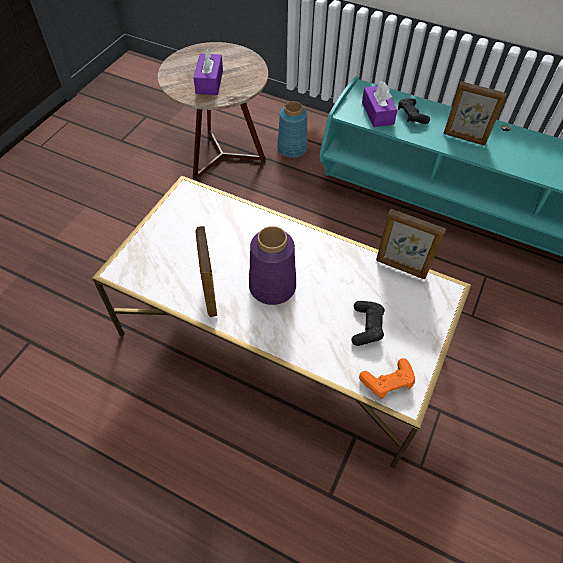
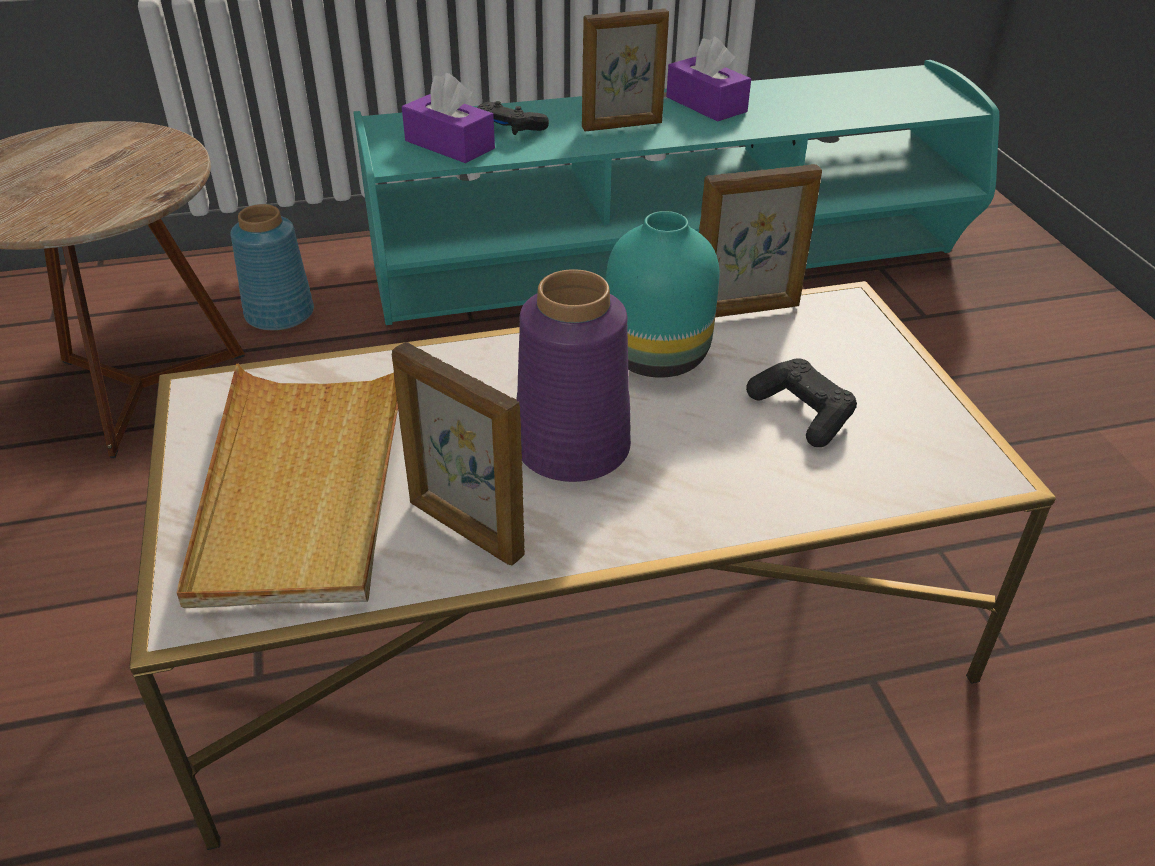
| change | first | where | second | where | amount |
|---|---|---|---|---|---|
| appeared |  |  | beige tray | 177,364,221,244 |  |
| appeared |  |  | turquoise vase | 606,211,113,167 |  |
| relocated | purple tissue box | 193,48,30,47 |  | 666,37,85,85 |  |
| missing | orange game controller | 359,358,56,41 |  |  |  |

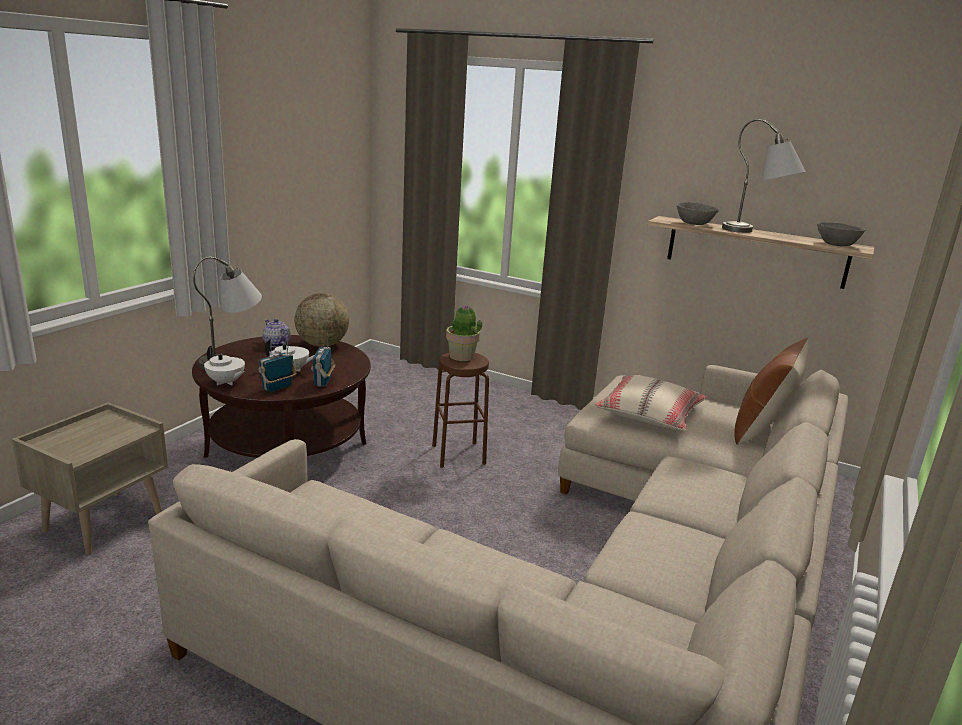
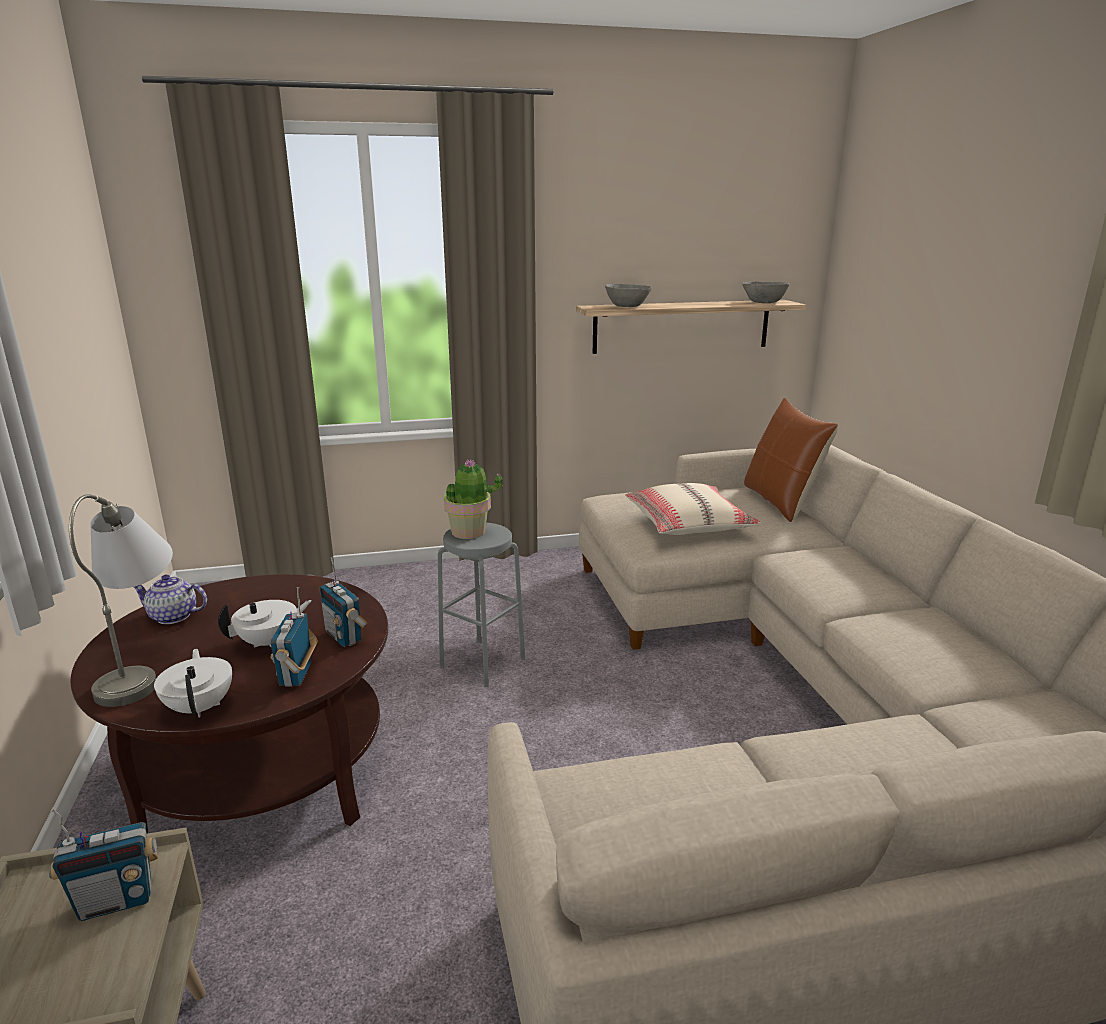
| change | first | where | second | where | amount |
|---|---|---|---|---|---|
| appeared |  |  | radio | 49,808,109,113 |  |
| spun | white teapot | 204,346,41,40 |  | 154,649,78,69 | 105 degrees counterclockwise |
| colour | brown stool | 432,353,57,115 | grey stool | 438,523,87,164 |  |
| missing | globe | 295,293,54,54 |  |  |  |
| missing | grey table lamp | 722,119,84,114 |  |  |  |

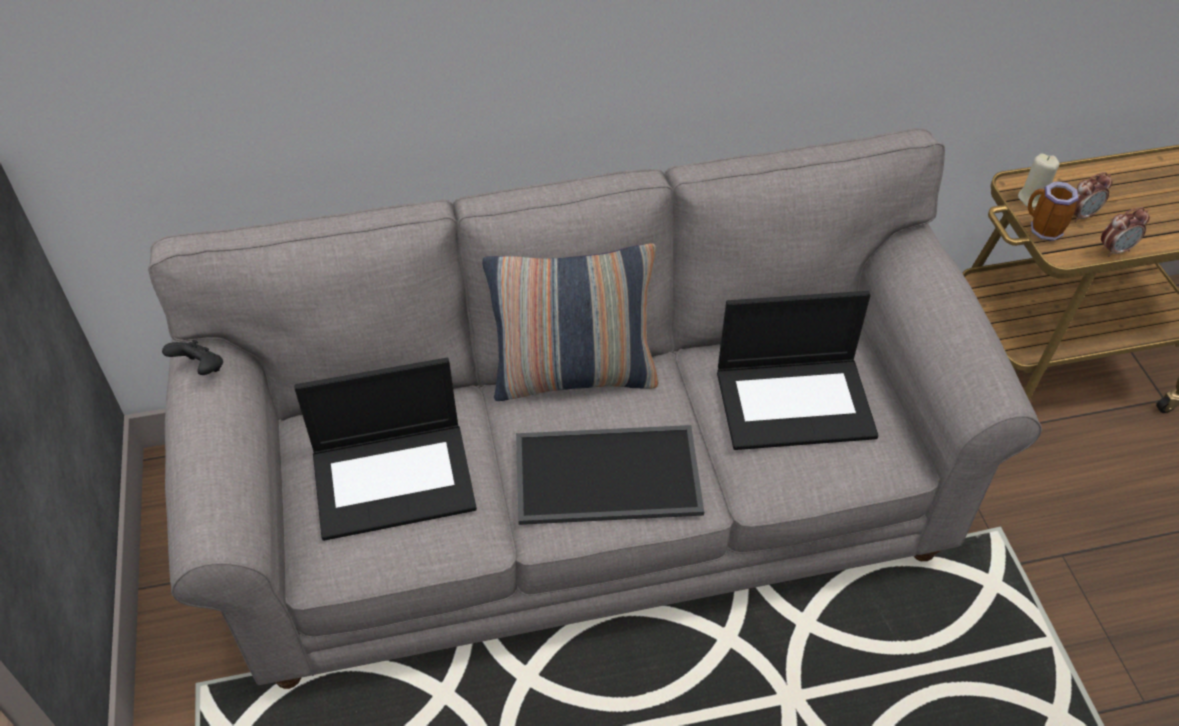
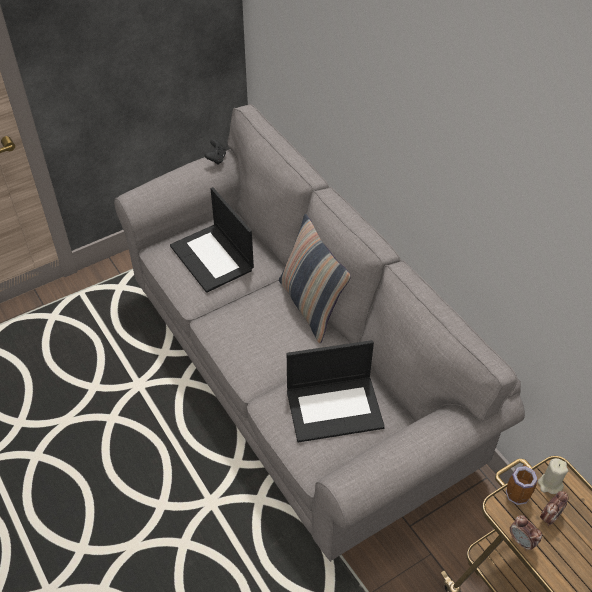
| change | first | where | second | where | amount |
|---|---|---|---|---|---|
| spun | laptop | 717,291,161,159 |  | 287,340,98,103 | 75 degrees counterclockwise |
| spun | alarm clock | 1074,172,38,50 |  | 540,491,29,35 | 90 degrees counterclockwise |
| missing | tray | 516,425,188,100 |  |  |  |

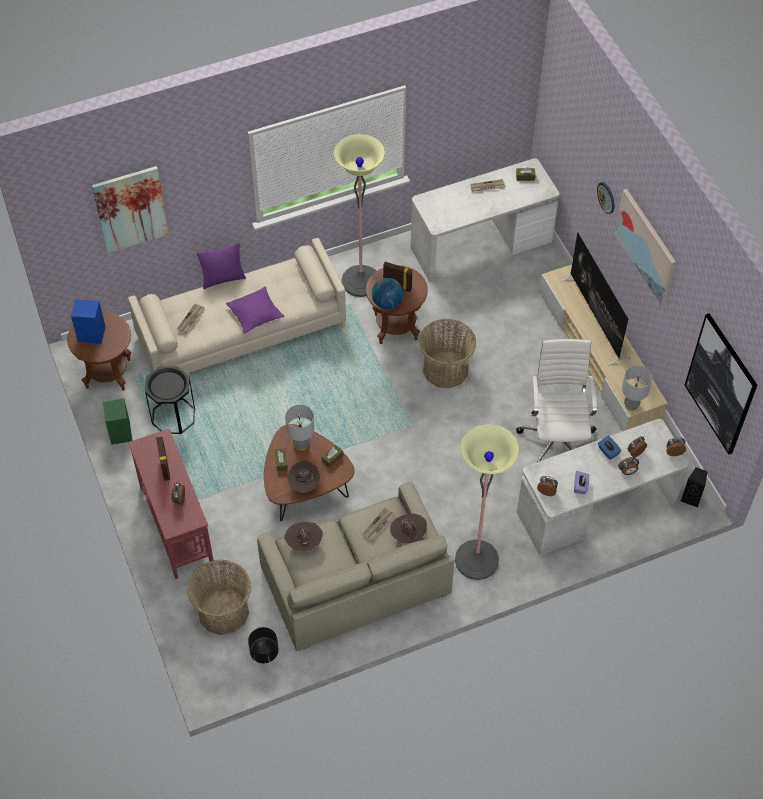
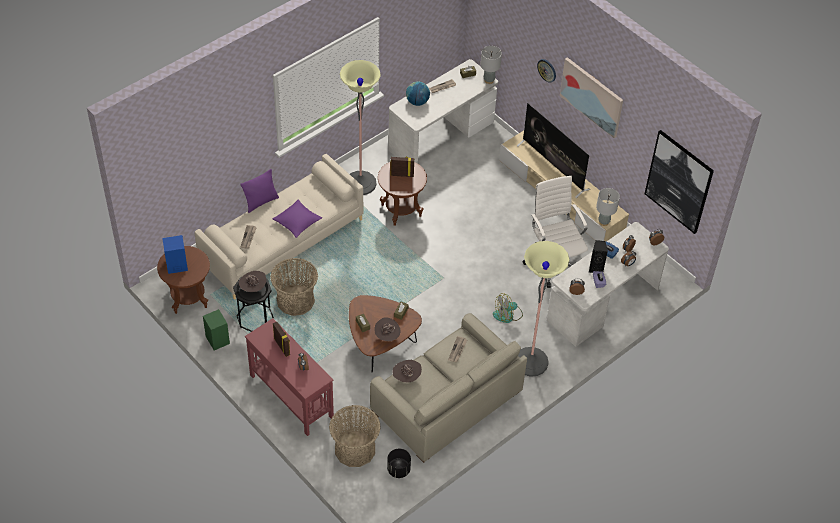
| change | first | where | second | where | amount |
|---|---|---|---|---|---|
| relocated | brown hat | 390,514,37,30 |  | 239,271,27,21 |  |
| relocated | basket | 419,319,57,69 |  | 270,258,48,58 |  |
| relocated | globe | 372,278,31,31 |  | 406,82,24,24 |  |
| relocated | grey table lamp | 285,405,29,46 |  | 481,46,21,38 |  |
| appeared |  |  | fan | 493,293,30,30 |  |
| relocated | black speaker | 681,467,26,41 |  | 589,240,19,33 |  |
| missing | picture | 92,166,77,87 |  |  |  |

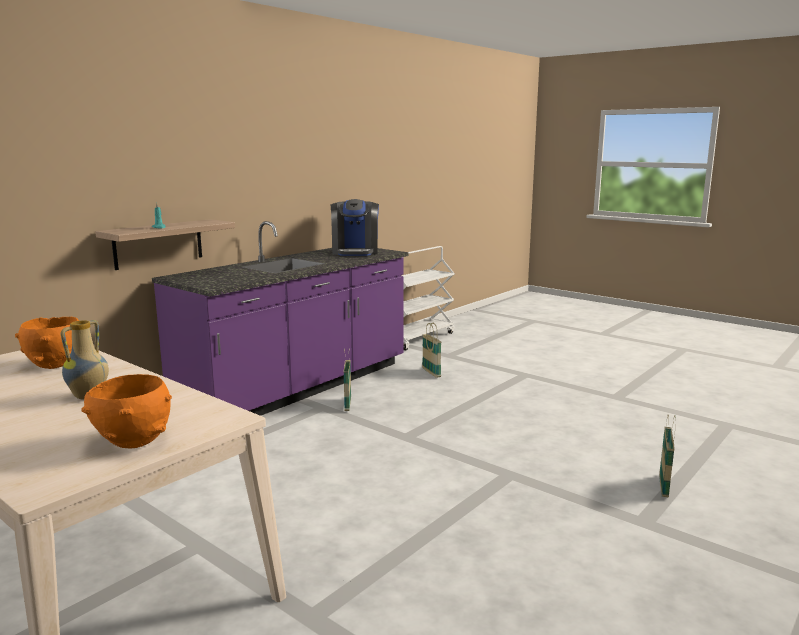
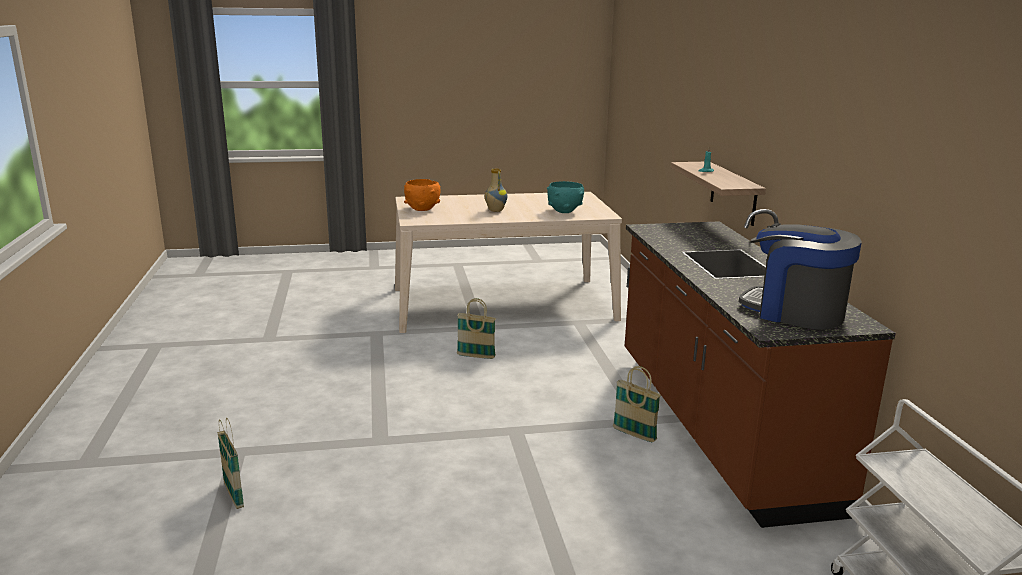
| change | first | where | second | where | amount |
|---|---|---|---|---|---|
| relocated | basket | 422,323,19,55 |  | 457,298,39,61 |  |
| colour | orange bowl | 15,317,64,52 | turquoise bowl | 547,181,37,32 |  |
| colour | purple counter | 152,221,256,195 | brown counter | 625,209,271,319 |  |

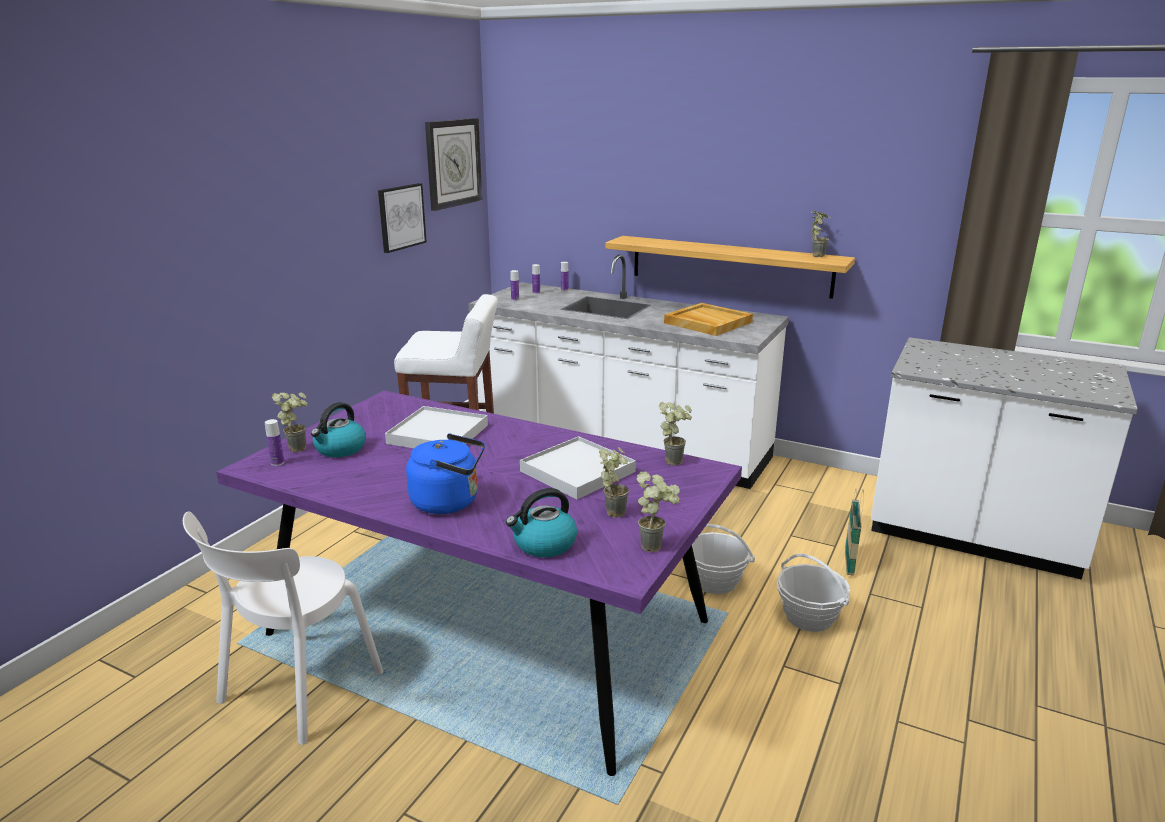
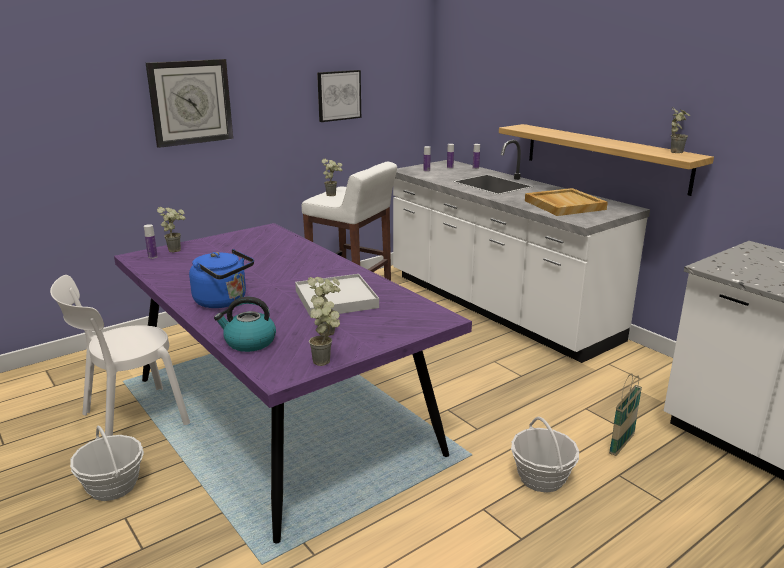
| change | first | where | second | where | amount |
|---|---|---|---|---|---|
| relocated | basket | 692,524,63,70 |  | 70,426,74,75 |  |
| relocated | wall clock | 425,118,57,93 |  | 146,59,87,89 |  |
| relocated | potted plant | 659,402,33,64 |  | 322,159,20,37 |  |
| missing | kettle | 311,402,55,55 |  |  |  |
| missing | white tray | 385,406,103,42 |  |  |  |

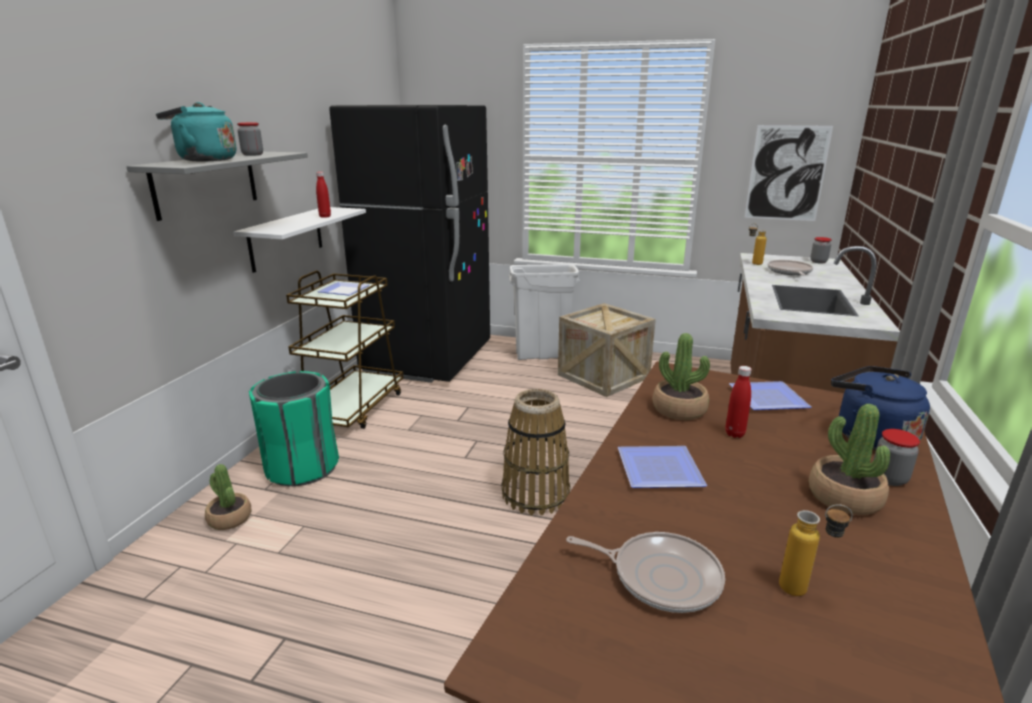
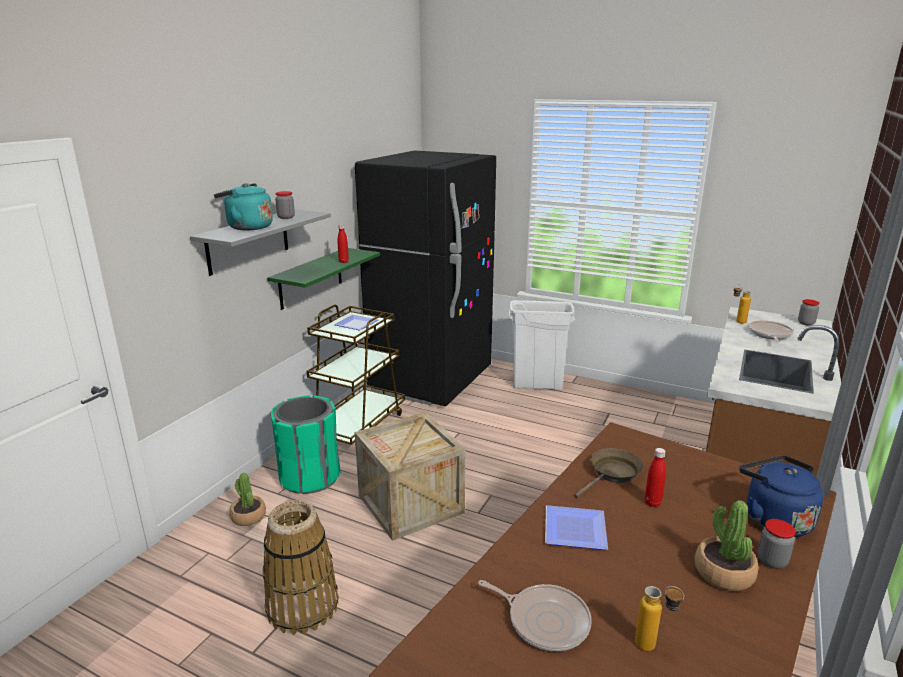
| change | first | where | second | where | amount |
|---|---|---|---|---|---|
| relocated | basket | 502,389,68,126 |  | 263,500,76,135 |  |
| colour | white shelf | 233,207,133,66 | green shelf | 267,248,113,62 |  |
| relocated | crate | 558,303,98,94 |  | 355,412,110,129 |  |
| exchanged | potted plant | 653,333,57,87 | brown frying pan | 574,448,70,50 |  |
| missing | plate | 729,381,83,29 |  |  |  |
| missing | picture | 744,125,89,96 |  |  |  |

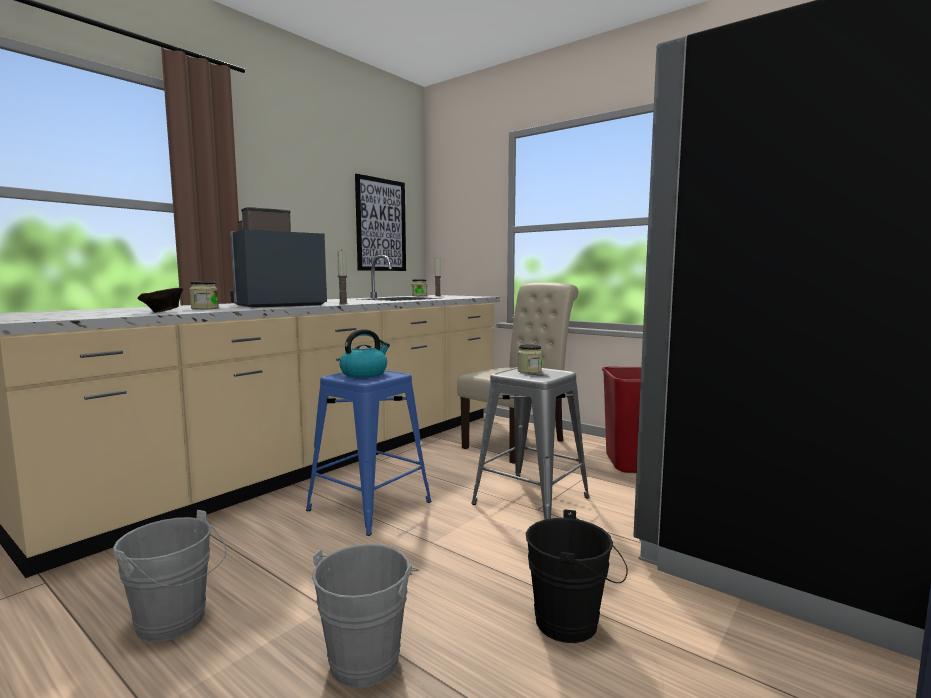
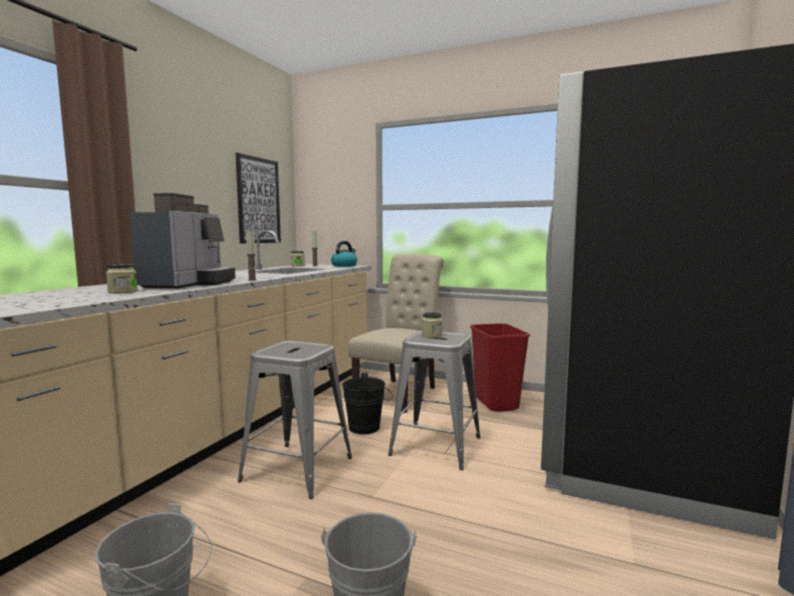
| change | first | where | second | where | amount |
|---|---|---|---|---|---|
| spun | coffee machine | 230,207,97,101 |  | 130,193,105,96 | 150 degrees clockwise |
| colour | blue stool | 306,370,125,166 | grey stool | 238,341,114,158 |  |
| relocated | kettle | 339,329,51,48 |  | 331,241,26,26 |  |
| relocated | black bucket | 526,510,102,133 |  | 342,373,51,62 |  |
| missing | brown bowl | 137,287,47,26 |  |  |  |

